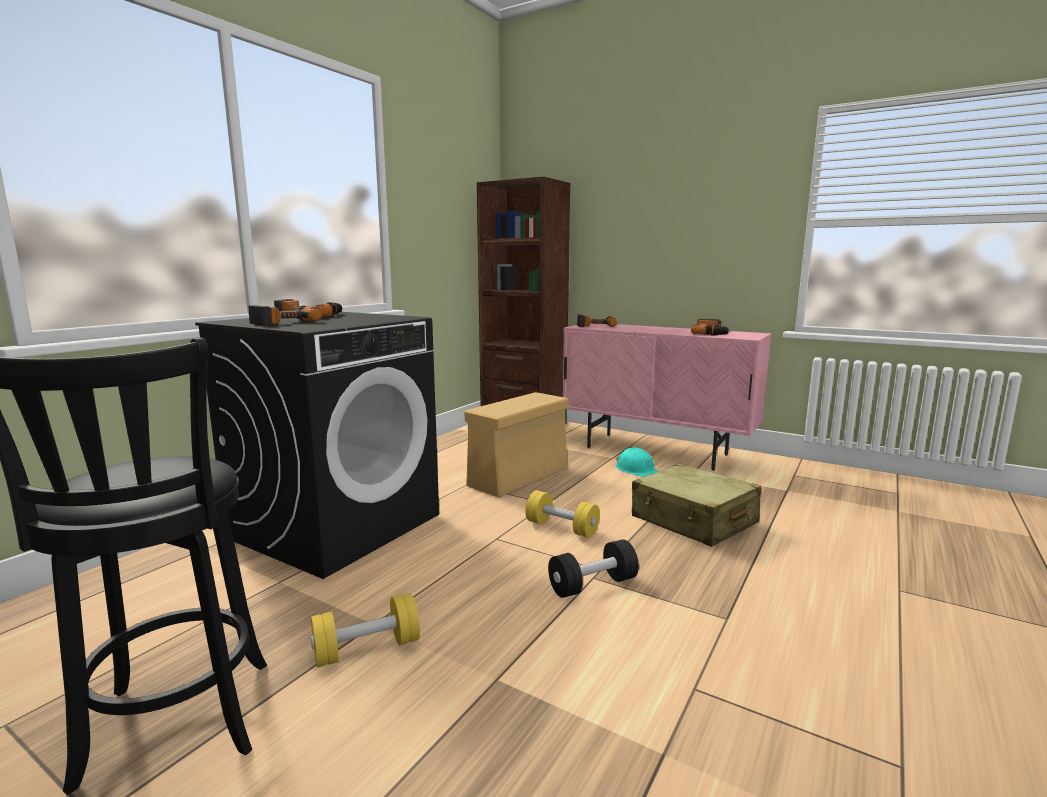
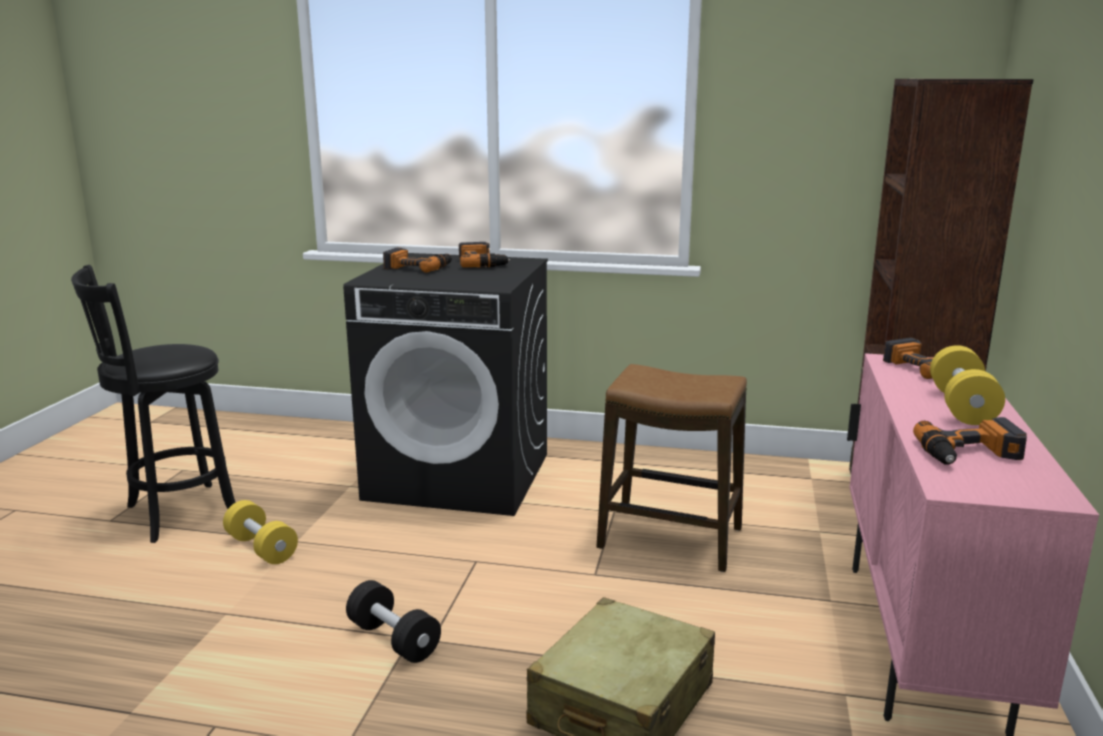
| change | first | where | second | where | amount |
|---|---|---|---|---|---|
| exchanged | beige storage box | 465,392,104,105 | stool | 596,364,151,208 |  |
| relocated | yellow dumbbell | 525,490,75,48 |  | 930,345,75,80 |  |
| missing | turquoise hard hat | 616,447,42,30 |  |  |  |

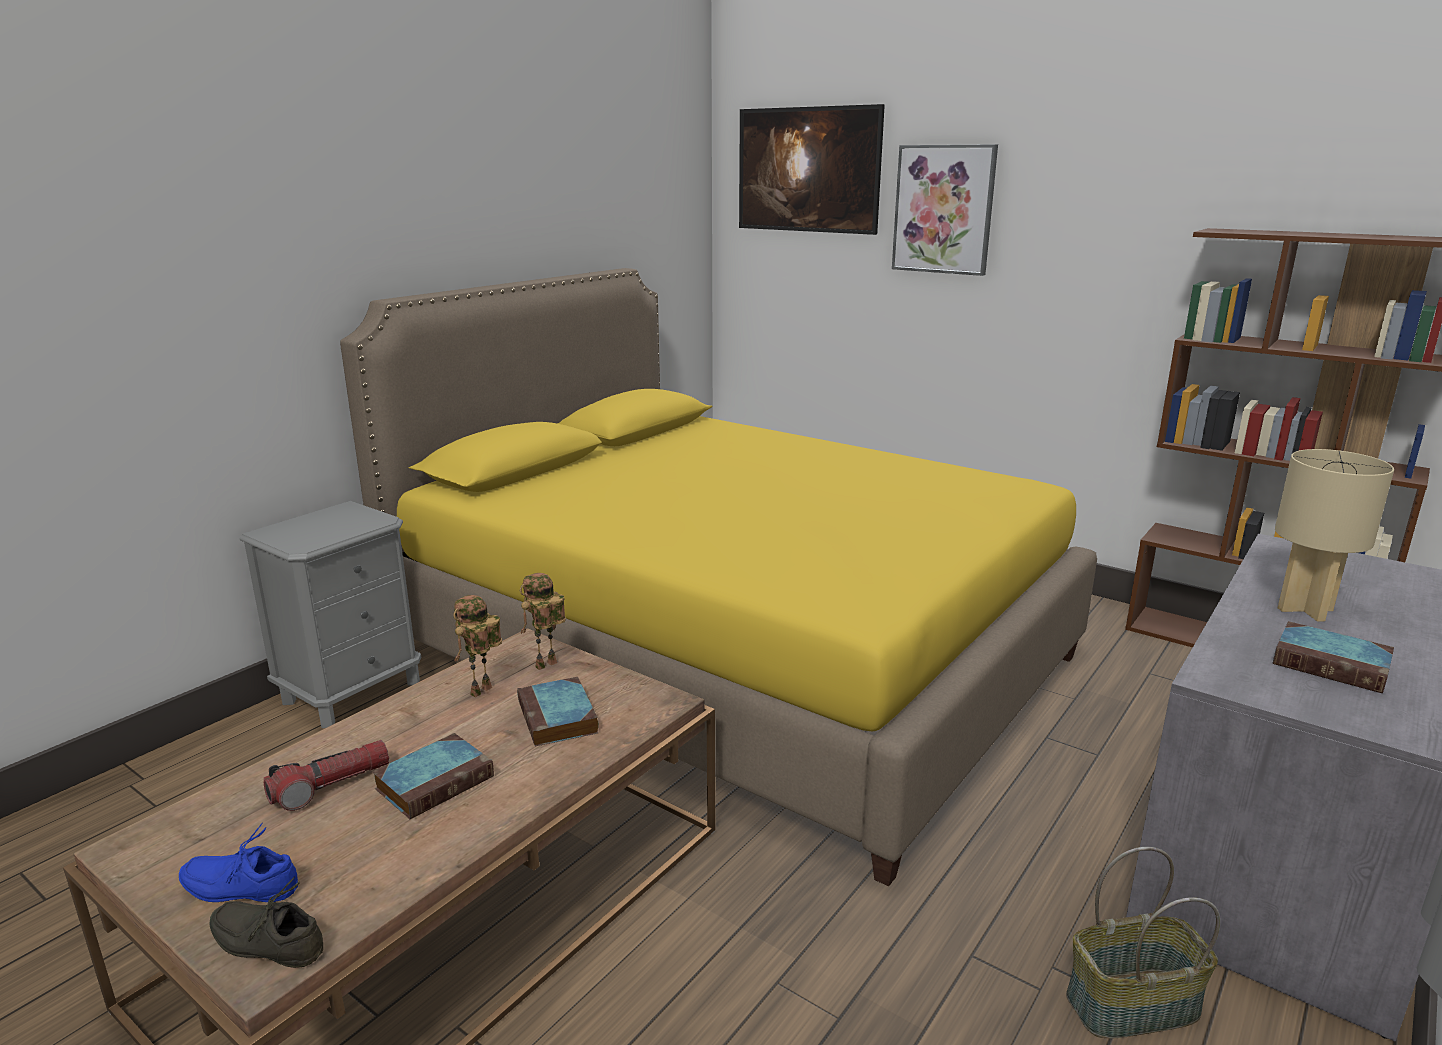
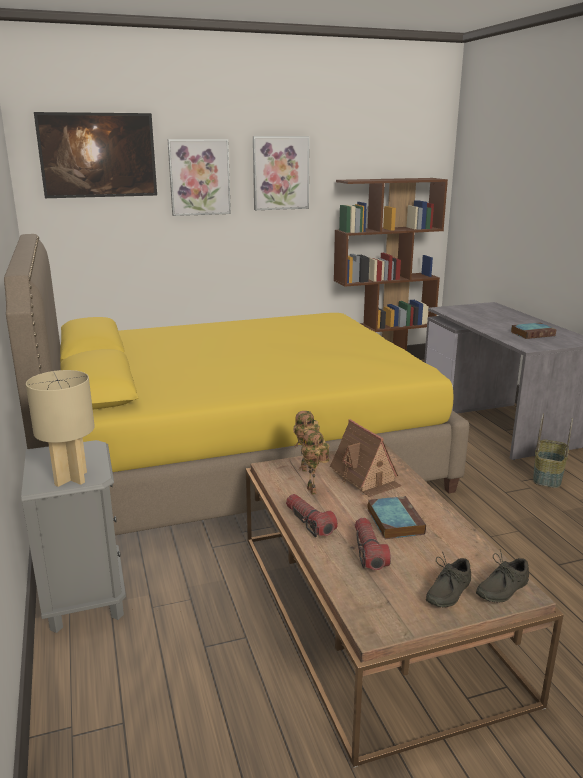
| change | first | where | second | where | amount |
|---|---|---|---|---|---|
| relocated | beige table lamp | 1275,449,119,172 |  | 26,370,69,117 |  |
| appeared |  |  | picture | 253,136,57,74 |  |
| appeared |  |  | flashlight | 286,494,52,43 |  |
| exchanged | book | 517,677,82,69 | toy house | 330,419,72,78 |  |
| colour | blue shoe | 179,822,119,80 | grey shoe | 426,552,45,55 |  |

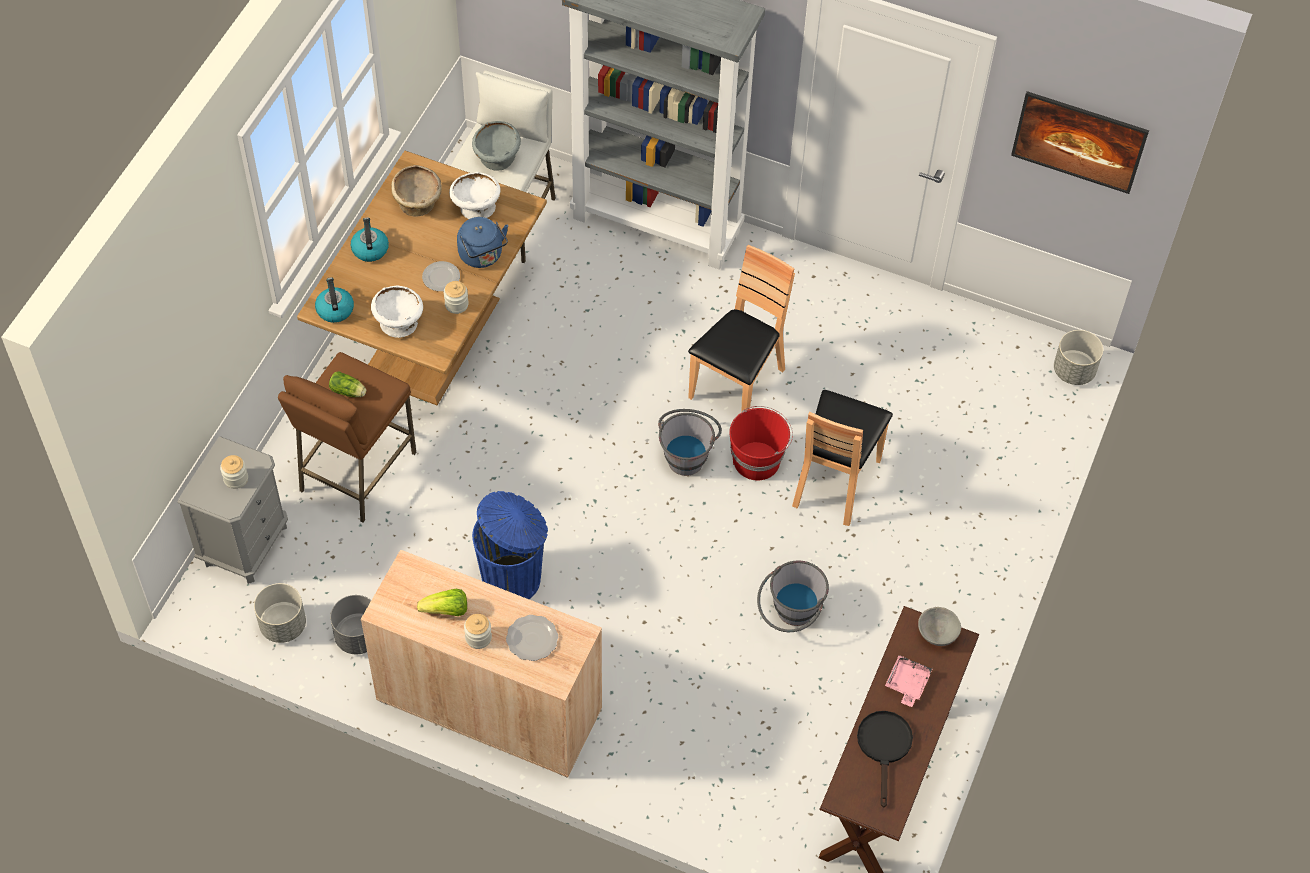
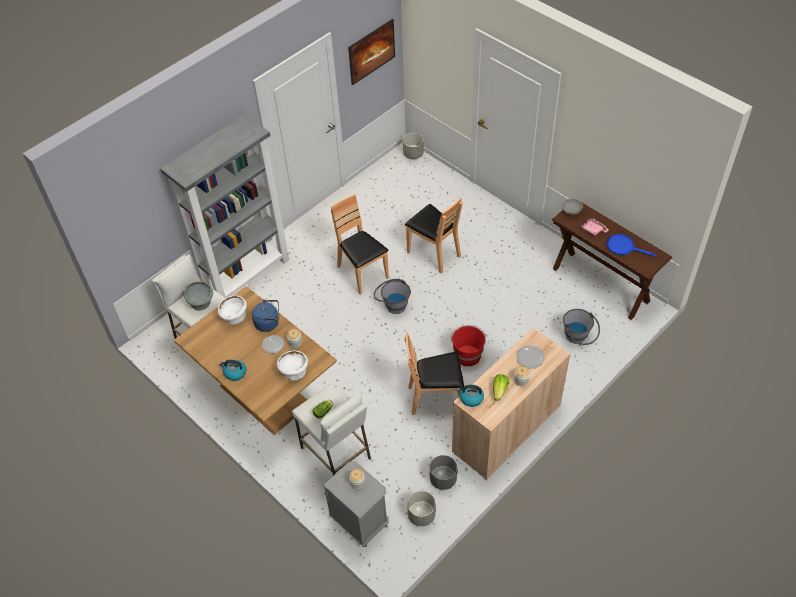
| change | first | where | second | where | amount |
|---|---|---|---|---|---|
| colour | brown stool | 278,352,139,170 | white stool | 292,384,79,91 |  |
| exchanged | blue trash can | 472,491,76,108 | brown chair | 404,332,60,83 |  |
| relocated | red bucket | 729,406,64,75 |  | 451,325,35,42 |  |
| relocated | kettle | 315,277,39,46 |  | 456,385,28,22 |  |
| relocated | grey bucket | 757,561,72,71 |  | 563,309,37,36 |  |
| colour | black frying pan | 857,711,56,97 | blue frying pan | 607,234,49,23 |  |
| missing | beige bowl | 391,165,51,51 |  |  |  |

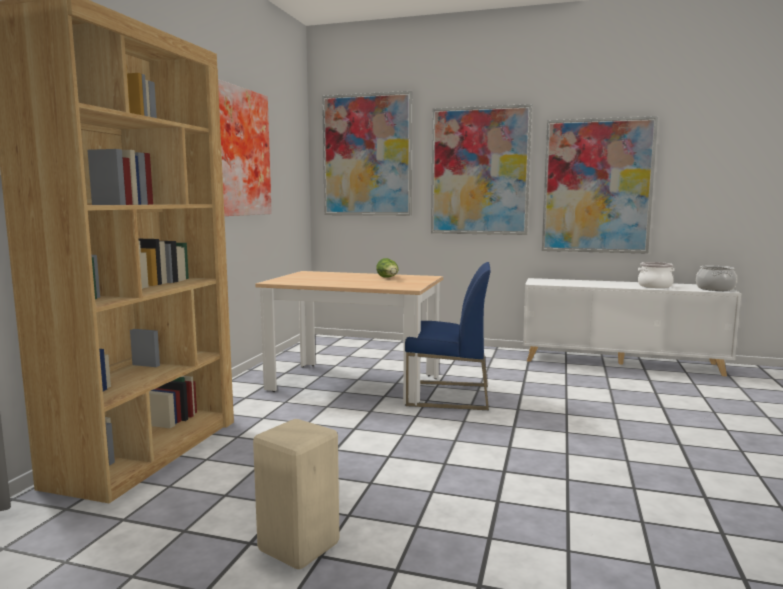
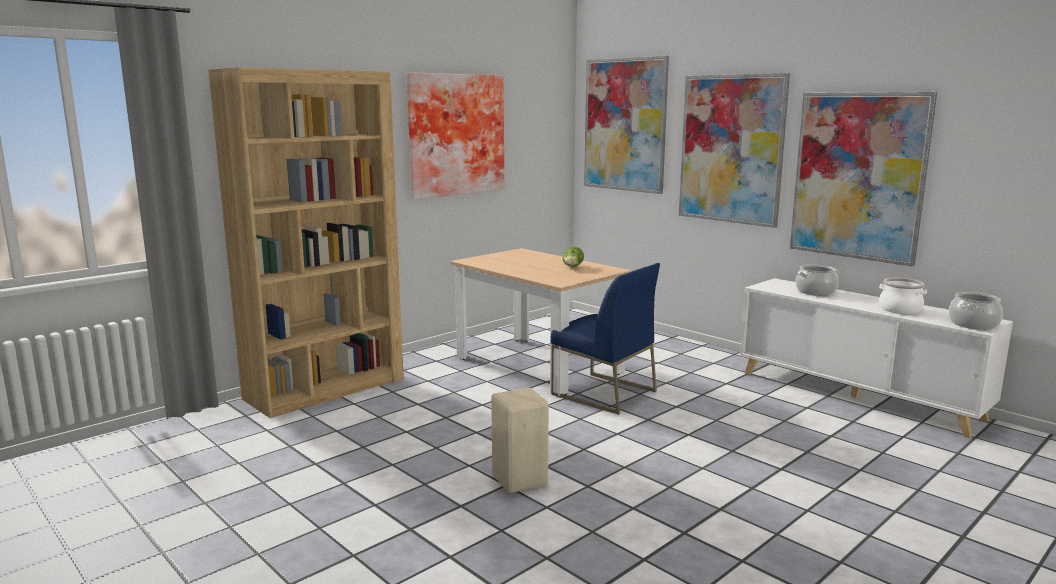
| change | first | where | second | where | amount |
|---|---|---|---|---|---|
| relocated | beige stool | 253,419,86,150 |  | 491,388,58,105 |  |
| appeared |  |  | cooking pot | 795,265,43,31 |  |

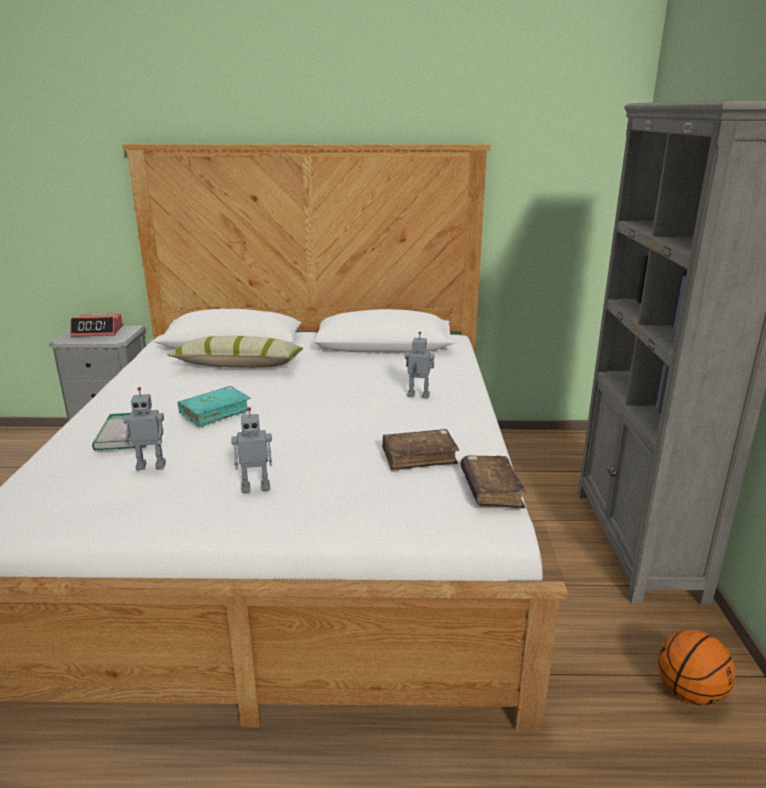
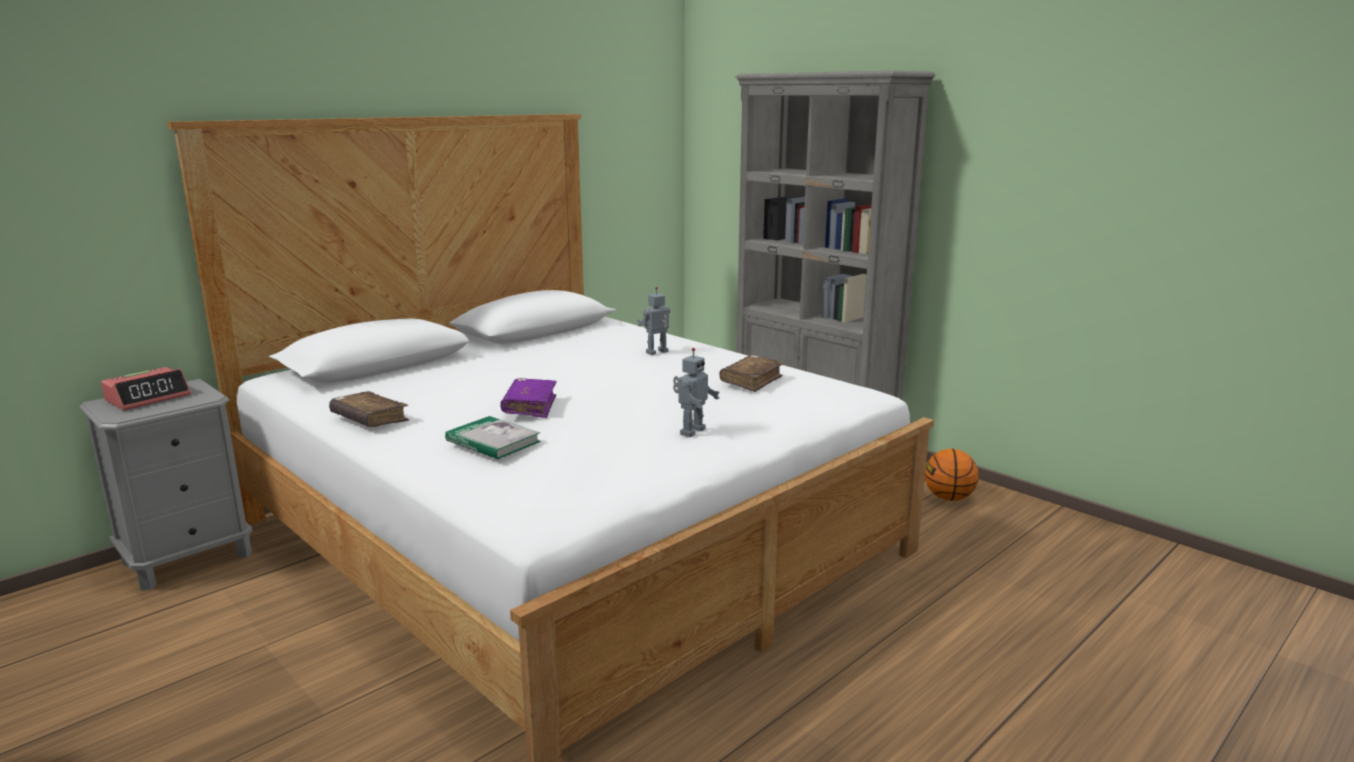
| change | first | where | second | where | amount |
|---|---|---|---|---|---|
| relocated | brown book | 461,455,67,54 |  | 329,391,80,36 |  |
| colour | turquoise book | 178,386,73,42 | purple book | 500,378,57,40 |  |
| missing | toy robot | 123,387,43,83 |  |  |  |
| missing | pillow | 167,336,136,32 |  |  |  |

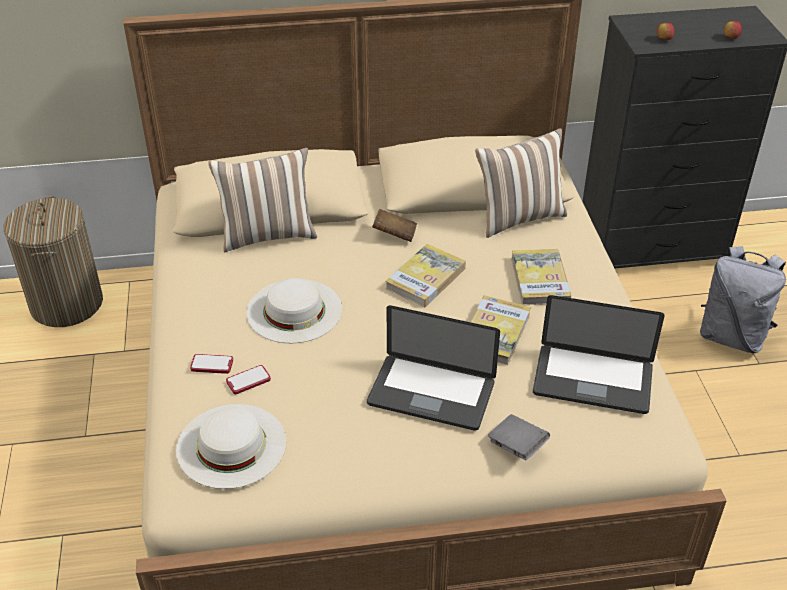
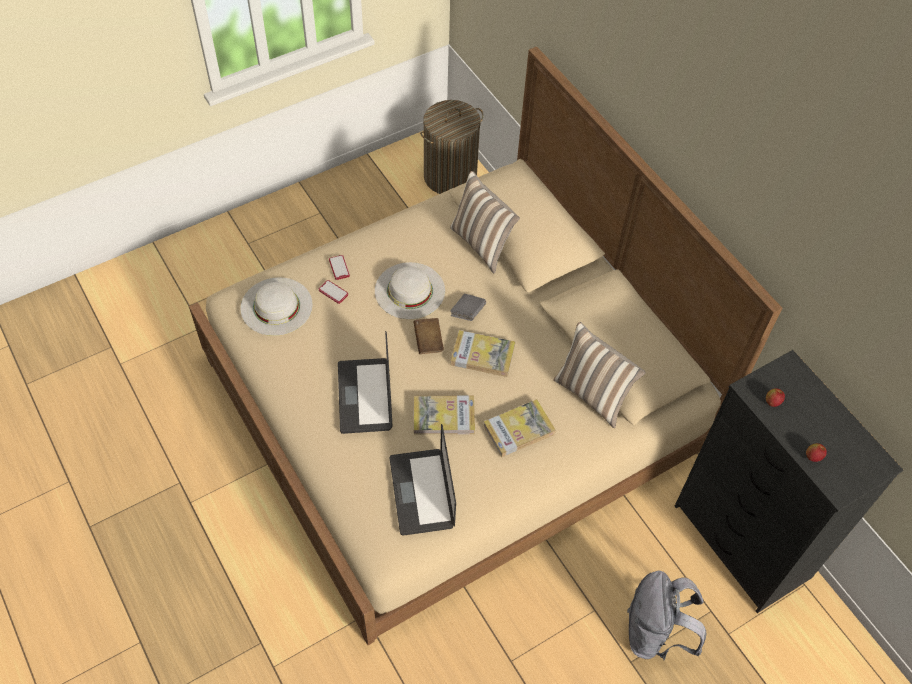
| change | first | where | second | where | amount |
|---|---|---|---|---|---|
| relocated | brown book | 372,209,45,33 |  | 413,318,31,36 |  |
| relocated | grey book | 488,414,62,47 |  | 450,294,36,27 |  |

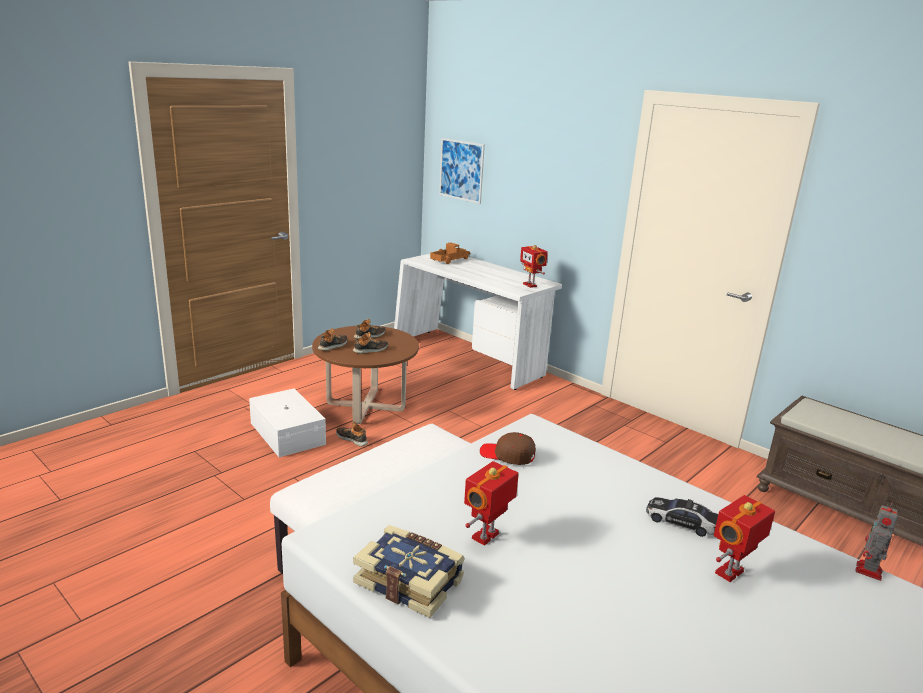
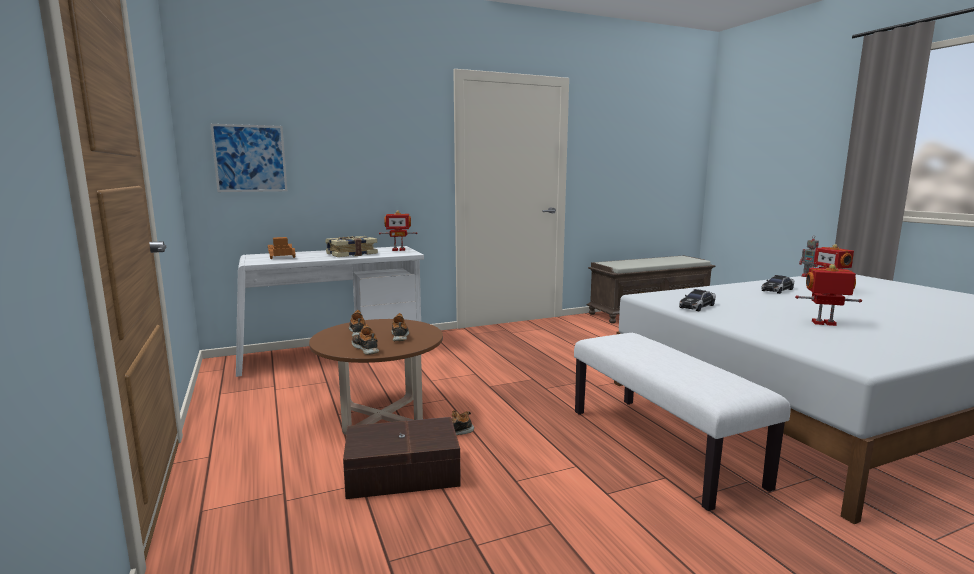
| change | first | where | second | where | amount |
|---|---|---|---|---|---|
| relocated | book | 353,525,112,93 |  | 325,236,53,21 |  |
| colour | white storage box | 249,388,77,69 | brown storage box | 343,417,118,82 |  |
| exchanged | brown cap | 480,432,56,33 | toy car | 679,289,37,22 |  |
| spun | toy robot | 464,461,55,85 |  | 795,264,67,62 | 135 degrees clockwise |

